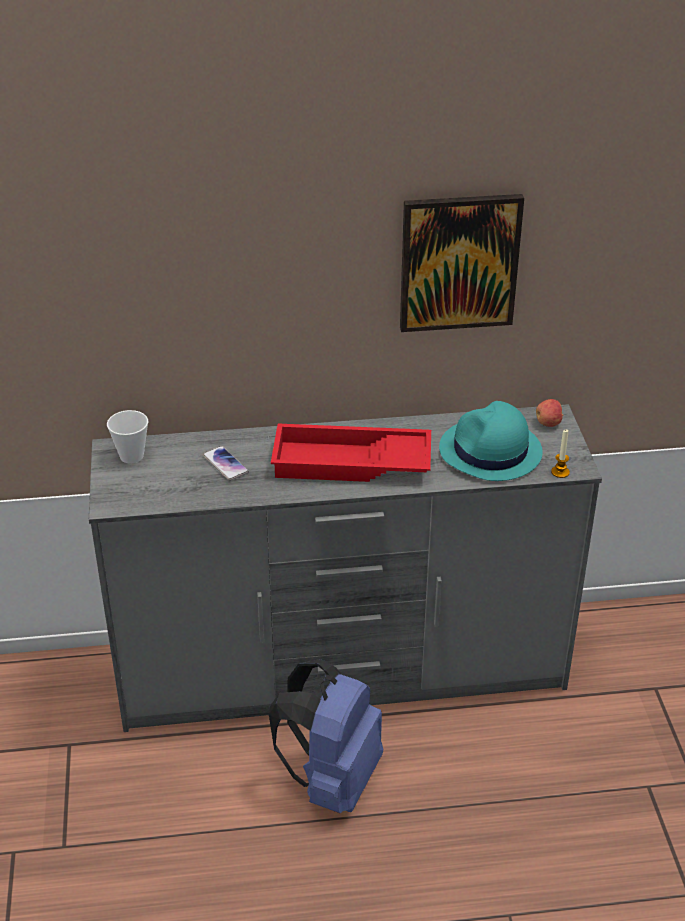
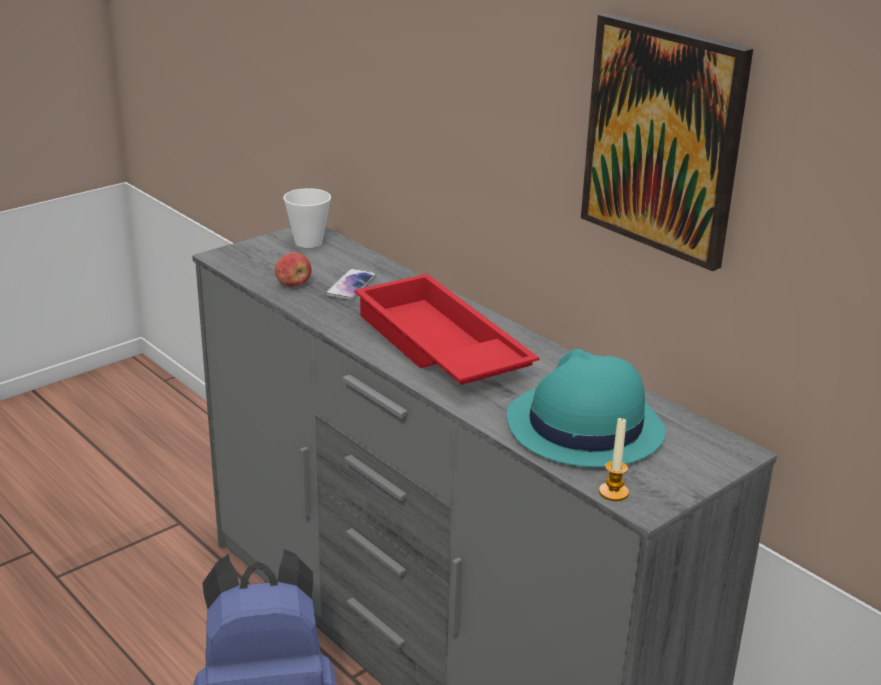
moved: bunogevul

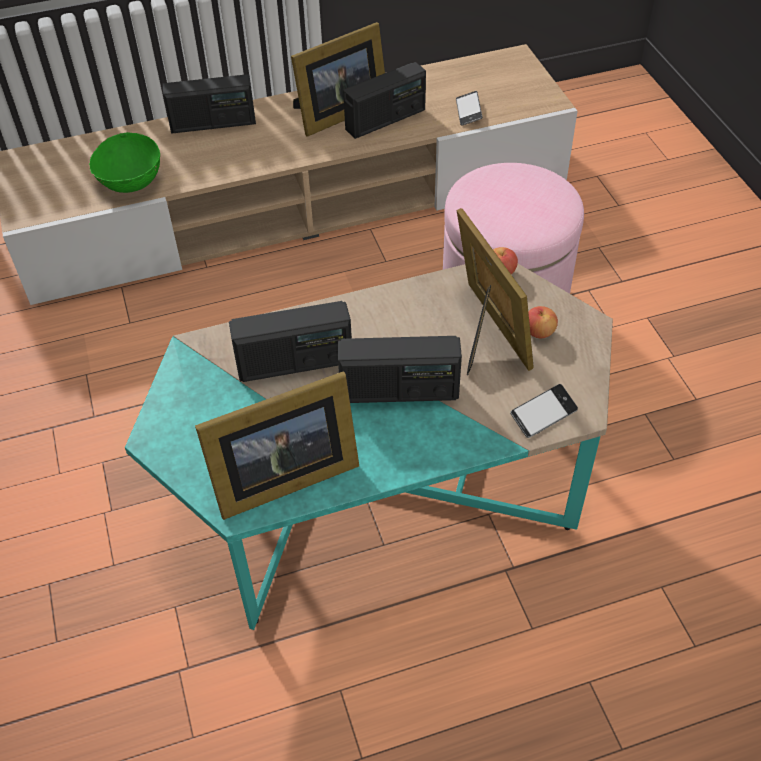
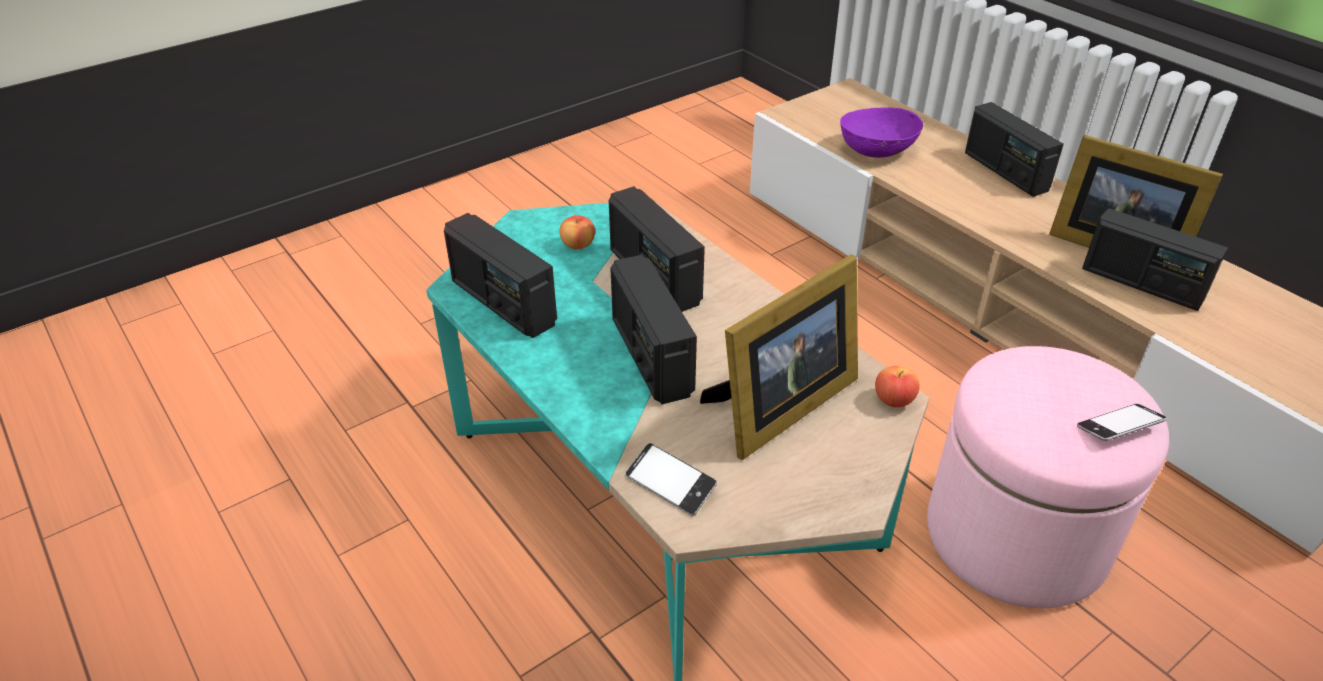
moved: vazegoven (1st from left in the first image) to vazegoven (2nd from left); bunogevul (2nd from left in the first image) to bunogevul (1st from left)
replaced: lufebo (1st from left) to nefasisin (1st from left)
recoloured: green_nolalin to purple_nolalin

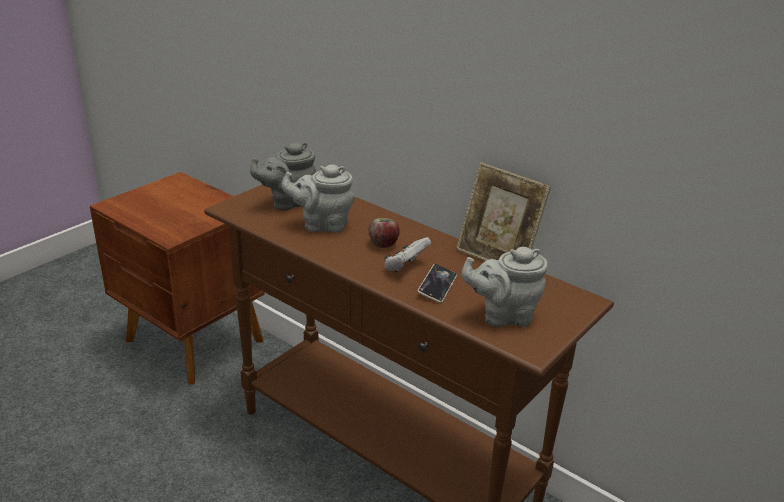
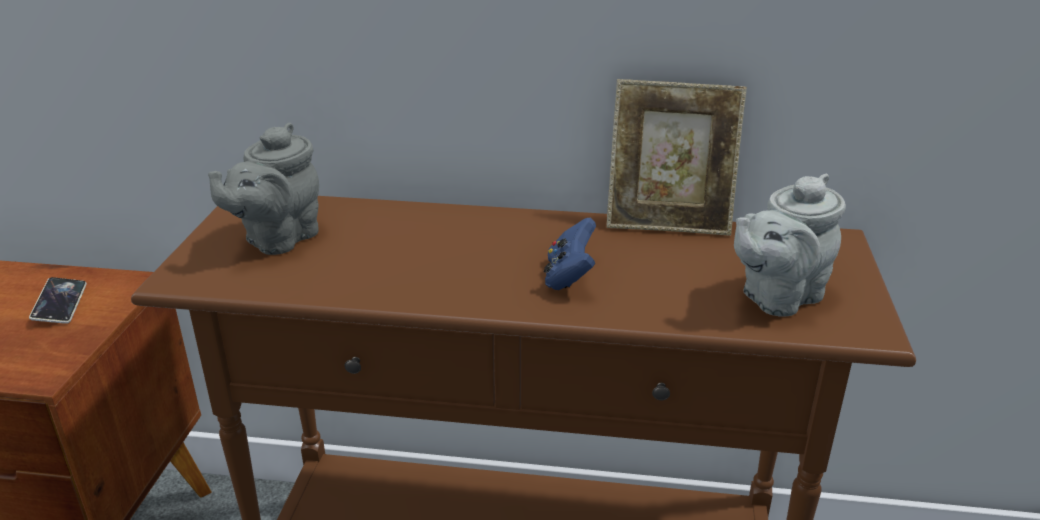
removed: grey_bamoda (2nd from left); bunogevul
moved: vazegoven
recoloured: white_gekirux to blue_gekirux

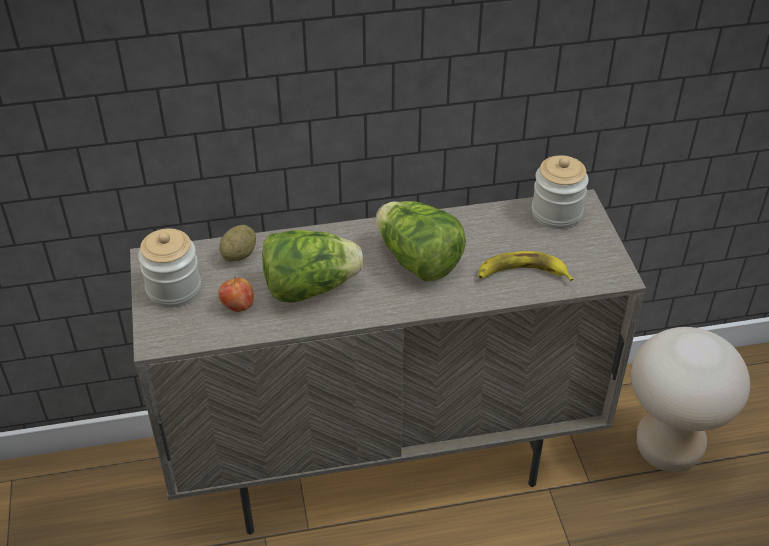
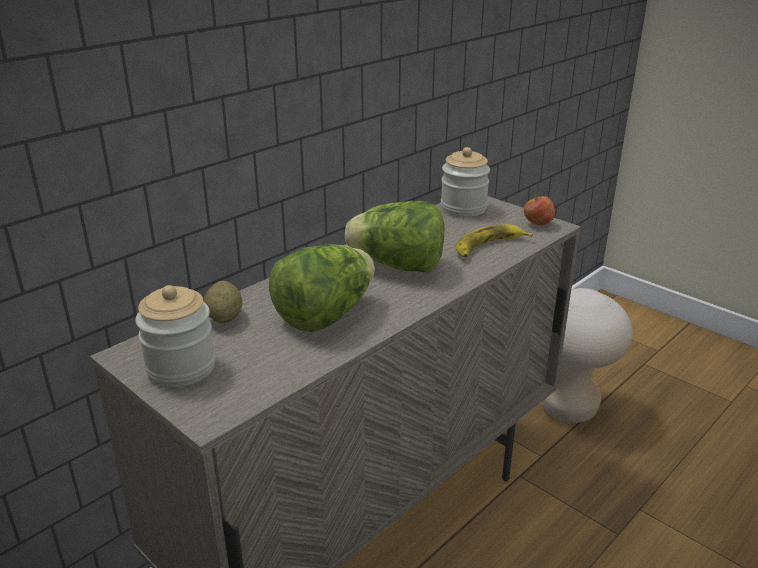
moved: bunogevul

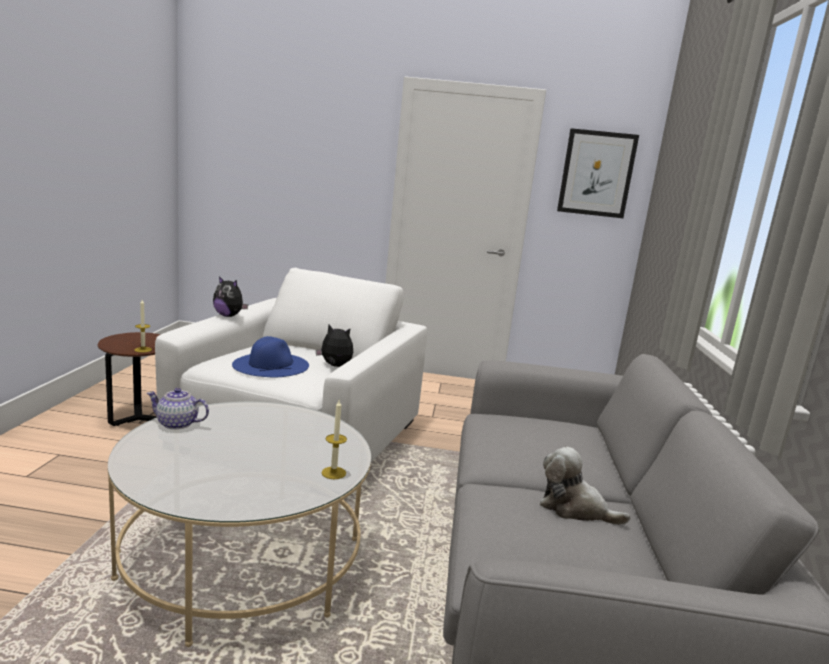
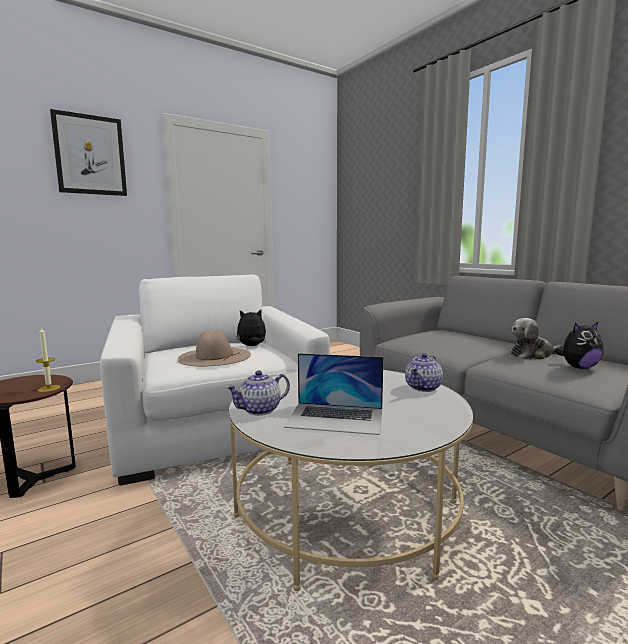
added: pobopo
moved: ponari; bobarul (1st from left in the first image) to bobarul (3rd from left)
replaced: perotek (2nd from left) to bamoda (2nd from left)
recoloured: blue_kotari to beige_kotari

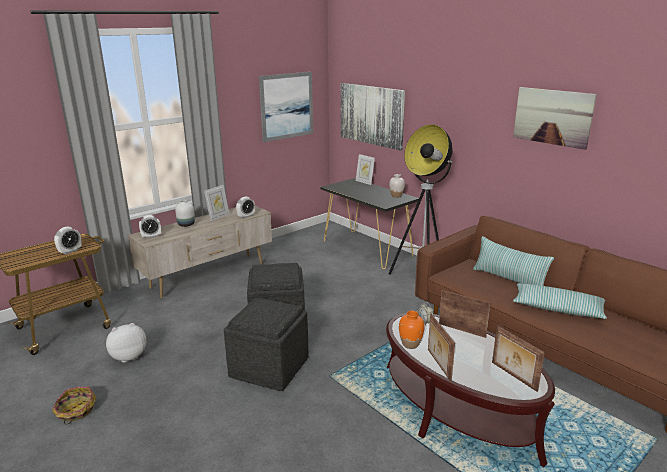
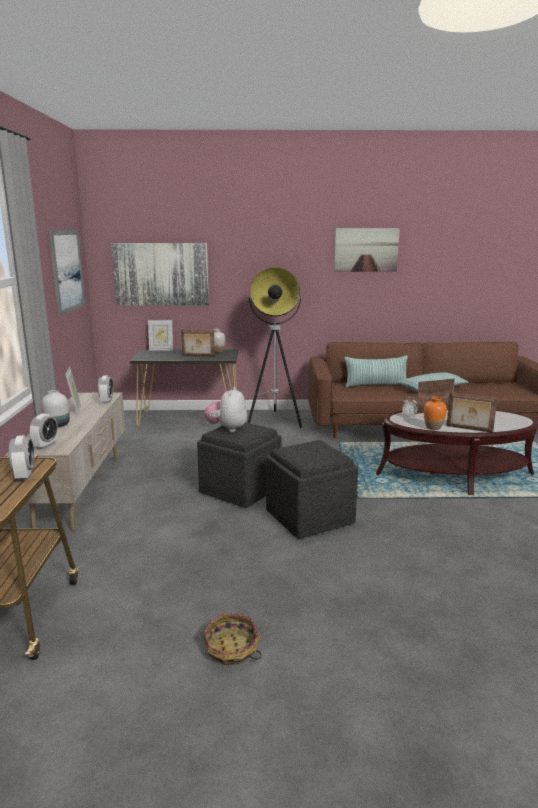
moved: bobarul; lufebo (5th from left in the first image) to lufebo (3rd from left)

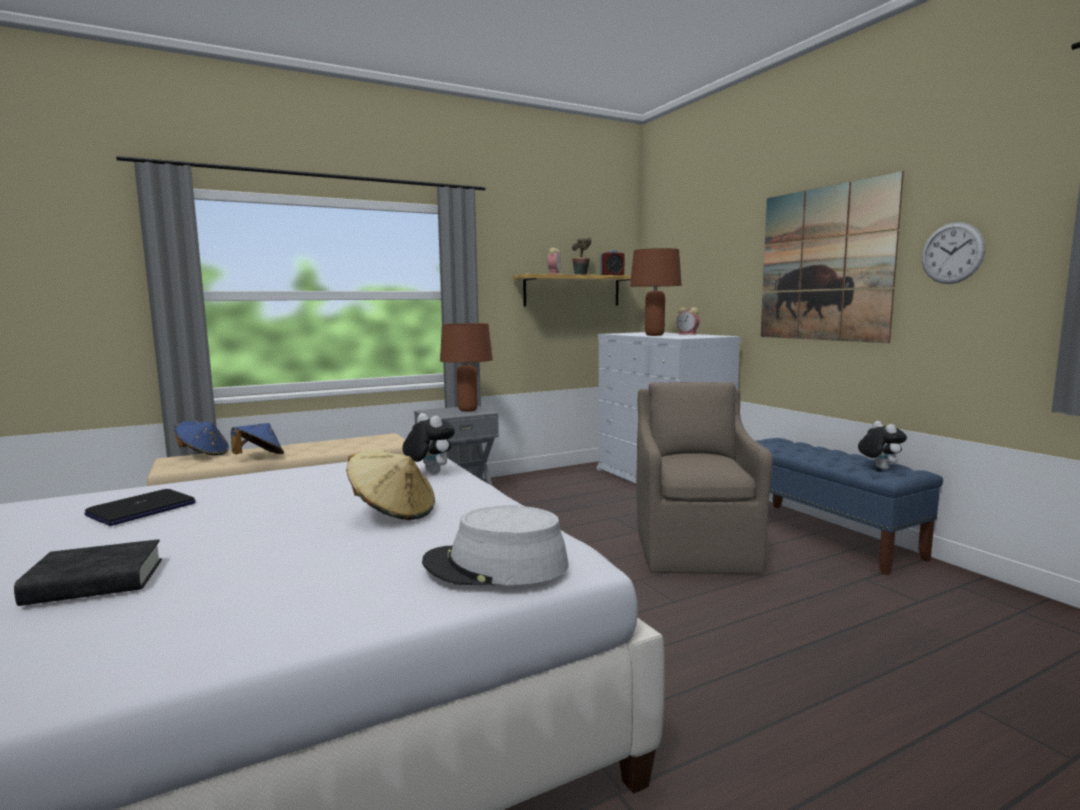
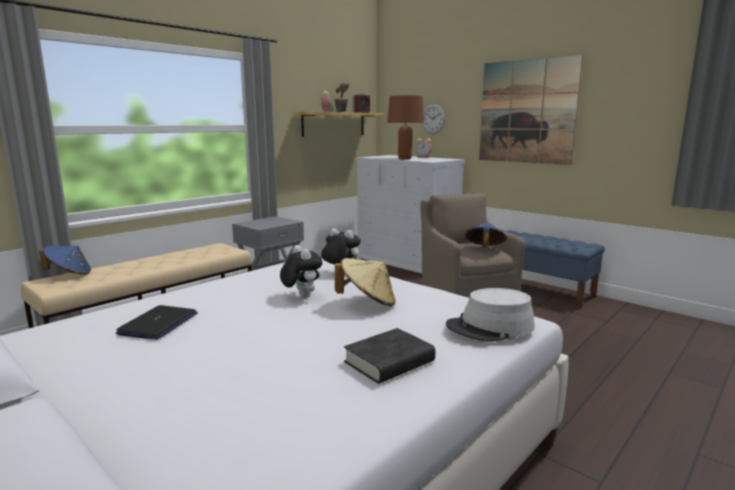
removed: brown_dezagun (1st from left)
moved: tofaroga; bobarul (2nd from left in the first image) to bobarul (1st from left); blue_kotari (2nd from left); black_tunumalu

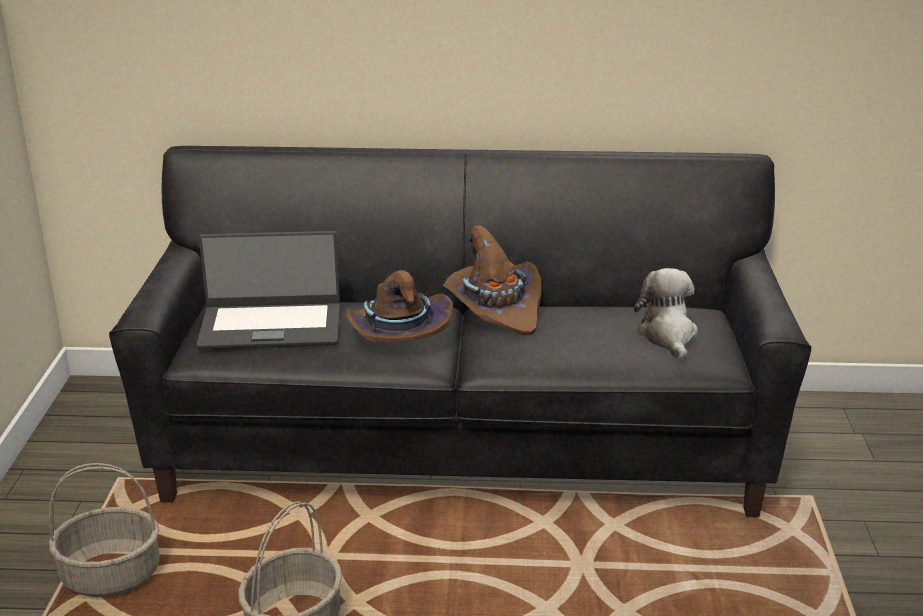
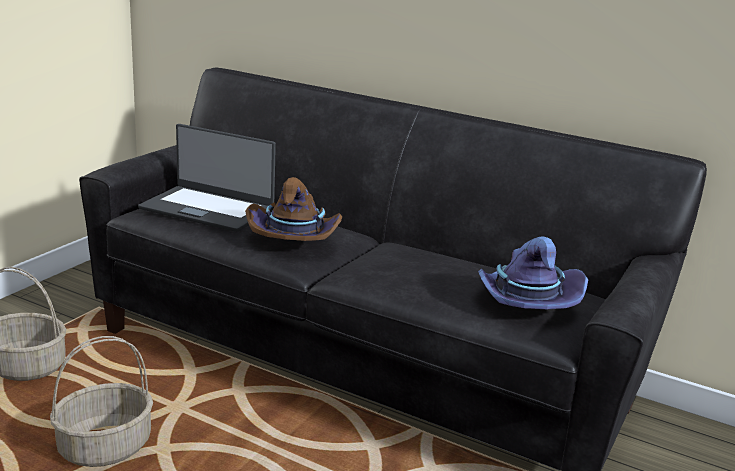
removed: brown_kotari (2nd from left)
replaced: bobarul to purple_kotari

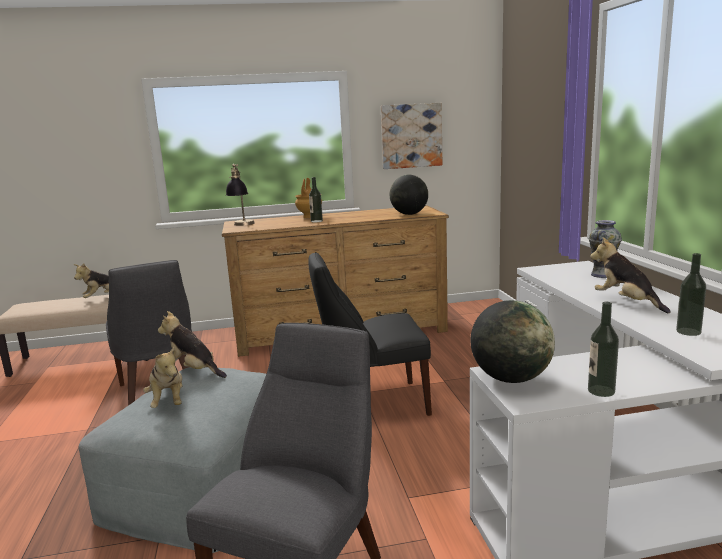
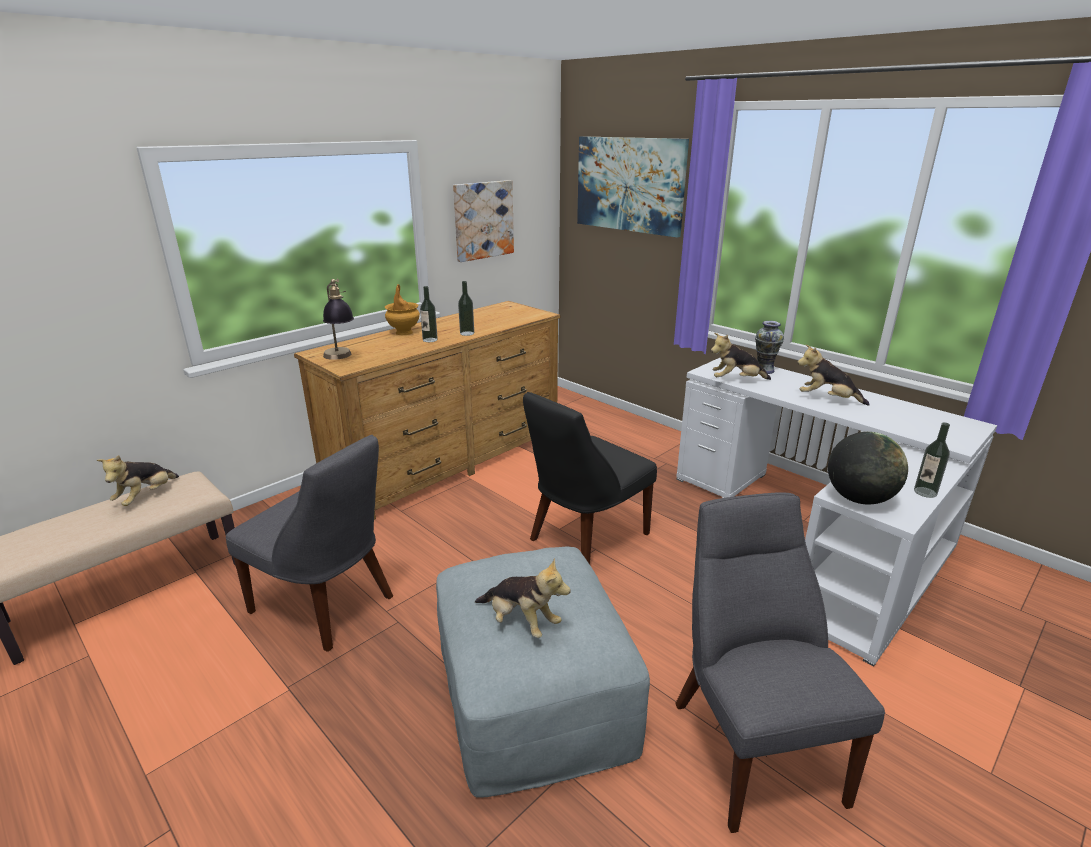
removed: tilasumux (1st from left)
added: ponari (2nd from left)
moved: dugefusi (3rd from left in the first image) to dugefusi (2nd from left); bobarul (3rd from left)

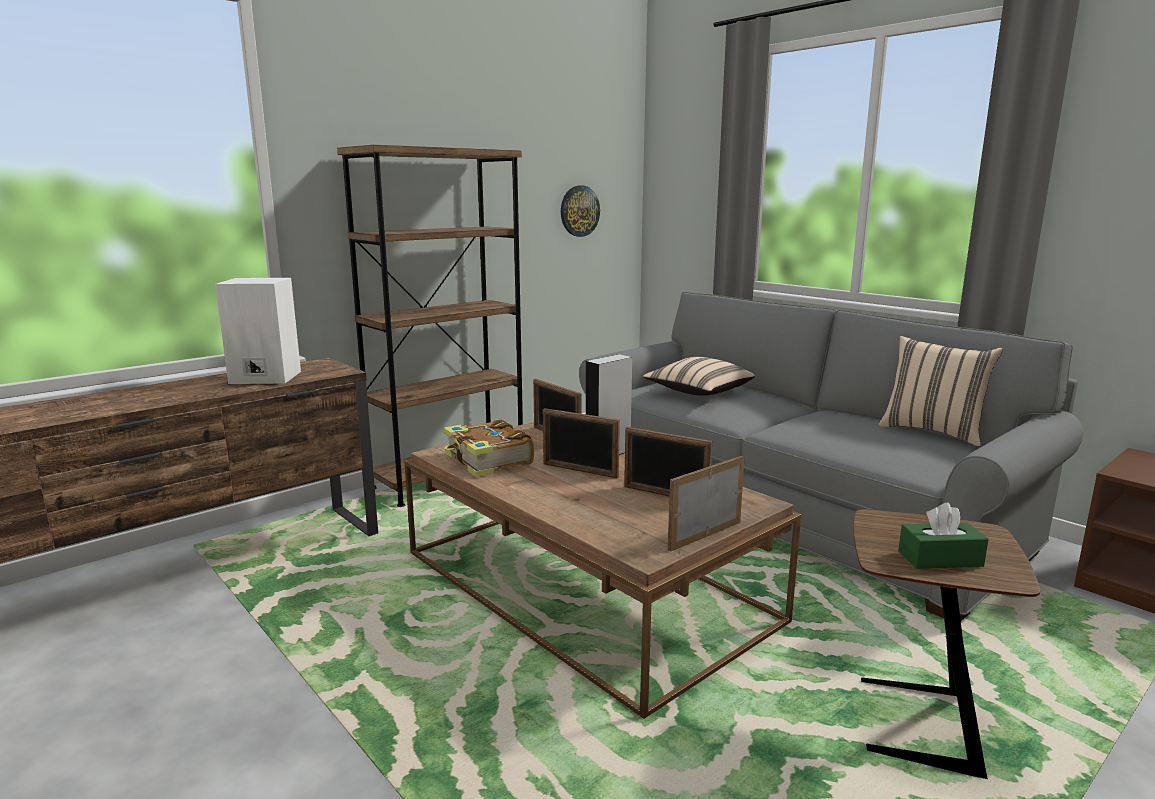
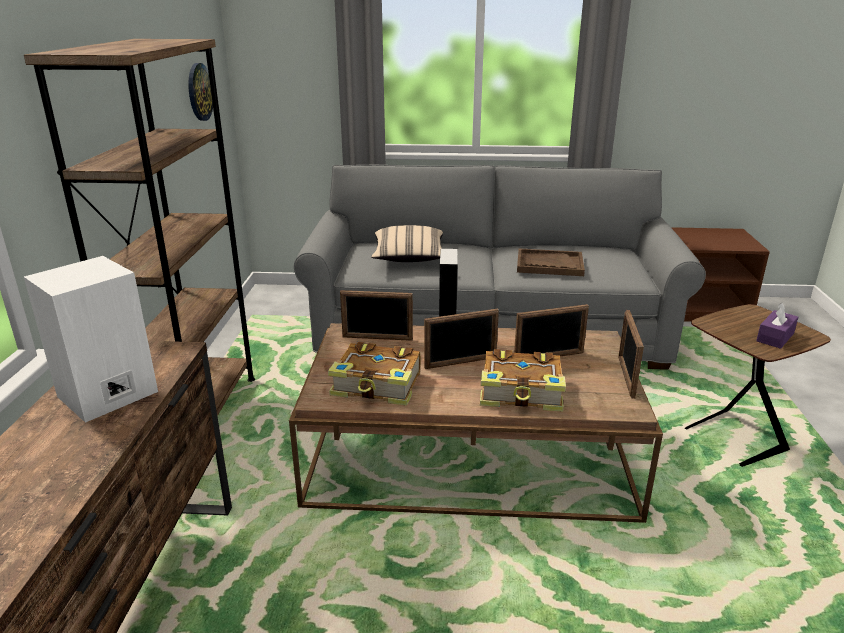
removed: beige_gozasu (2nd from left)
added: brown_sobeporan; tunumalu (2nd from left)
recoloured: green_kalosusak to purple_kalosusak

